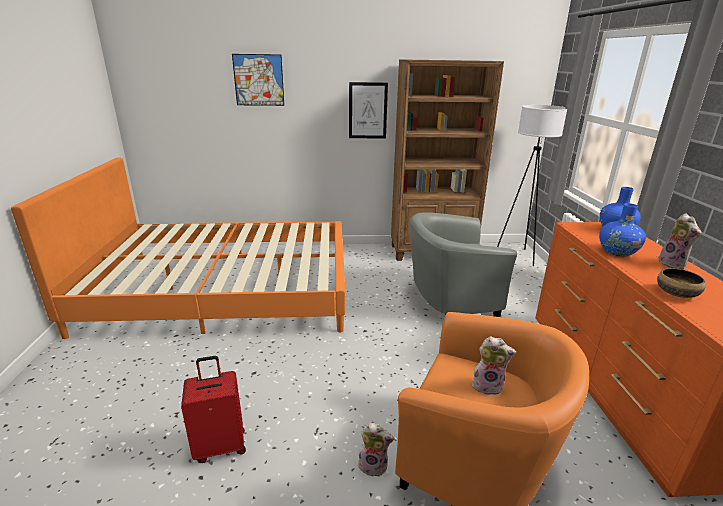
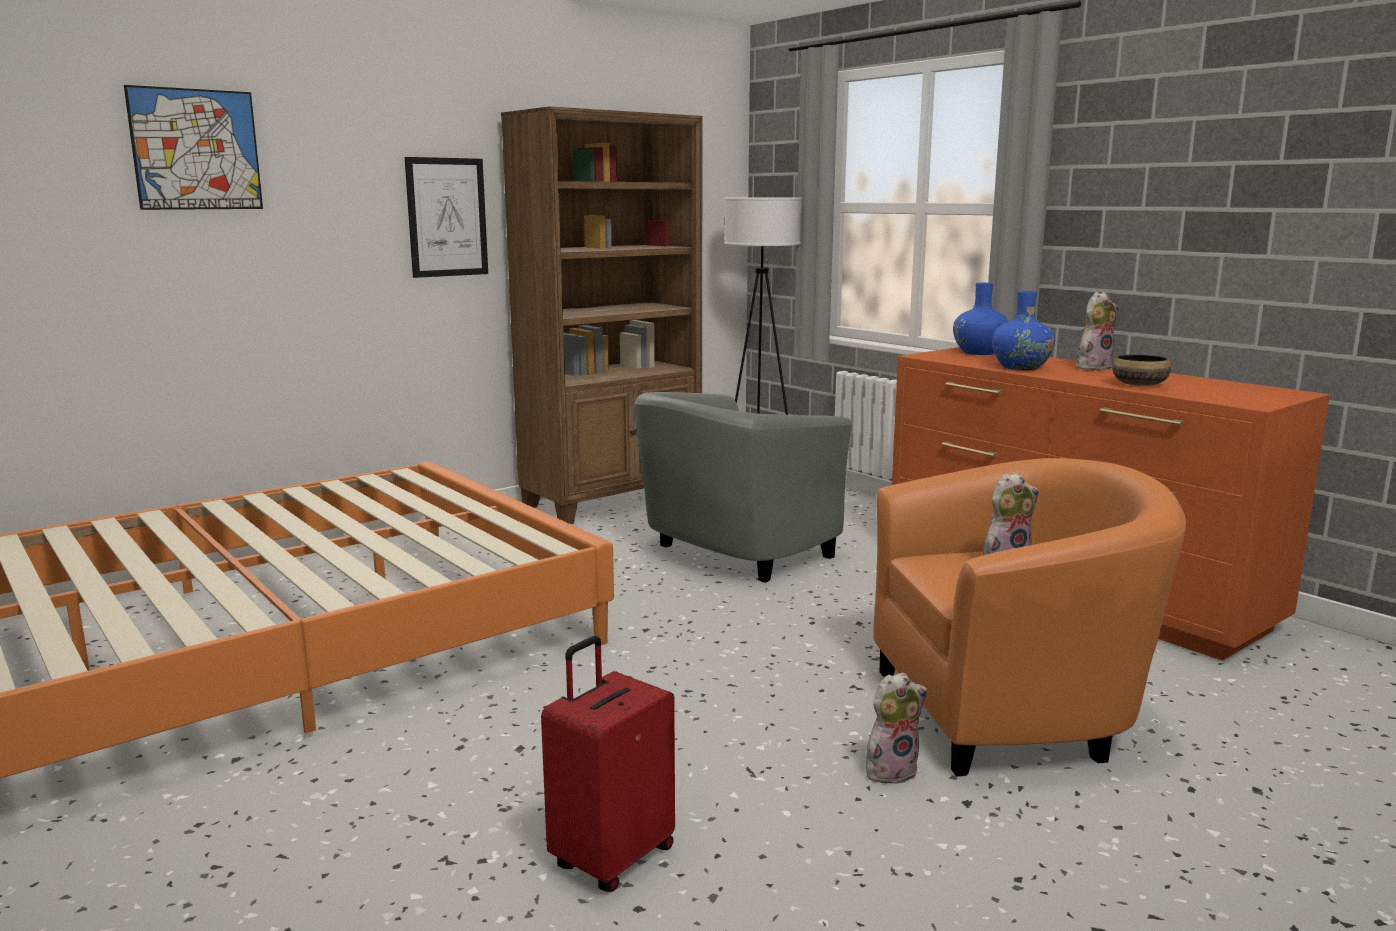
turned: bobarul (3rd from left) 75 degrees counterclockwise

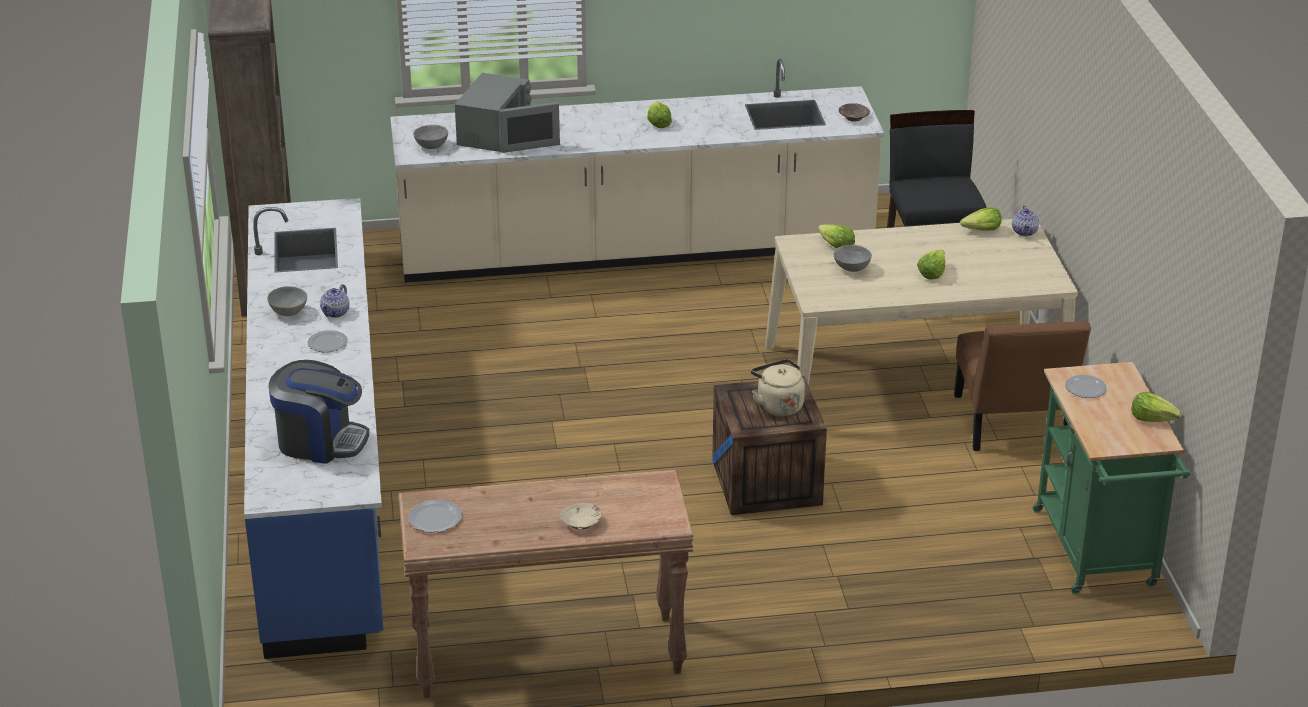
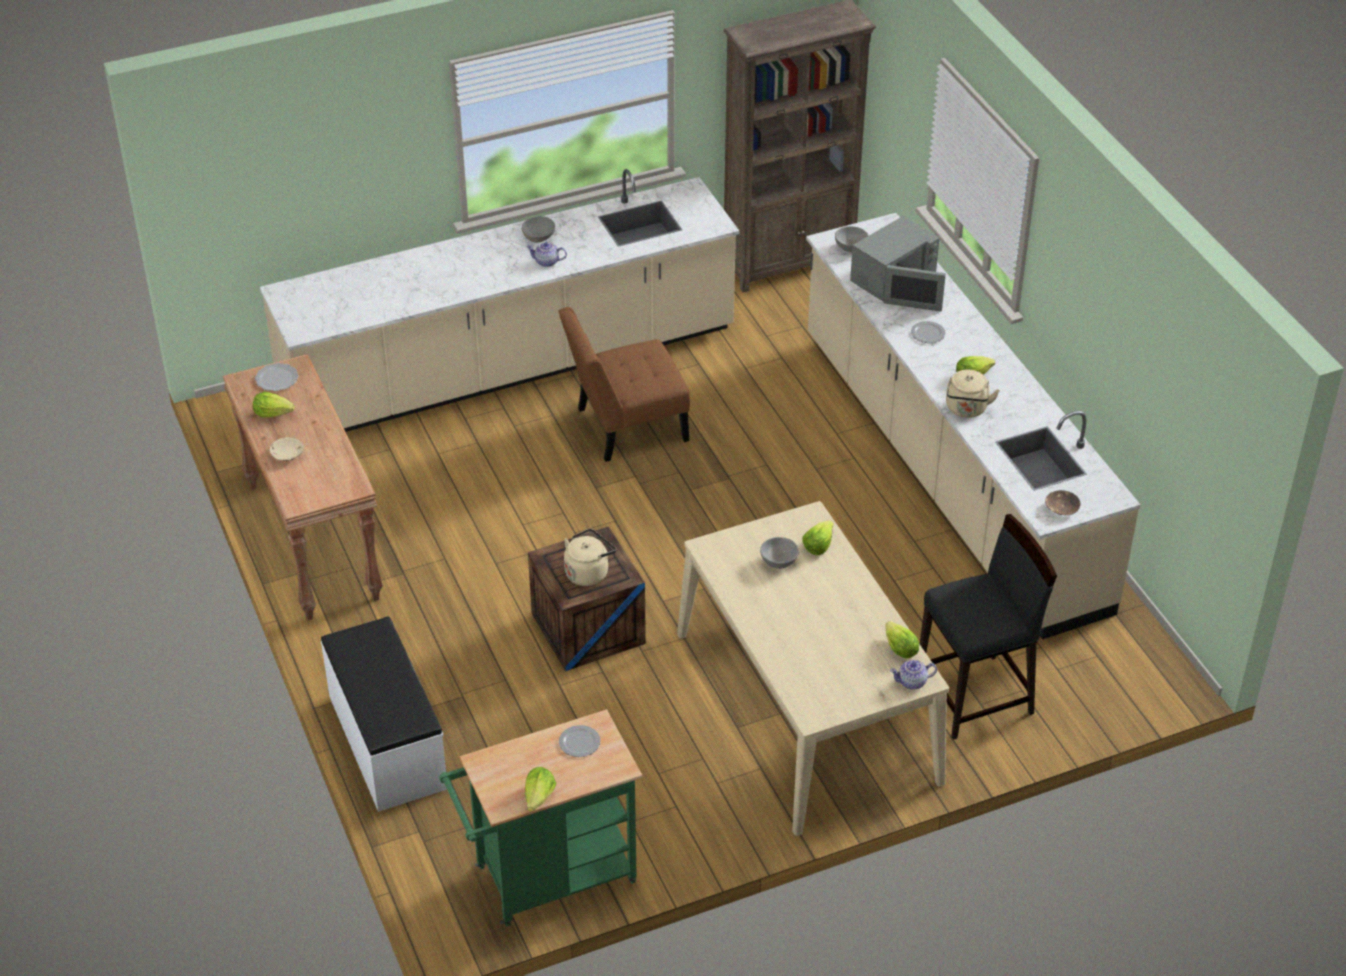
removed: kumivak
added: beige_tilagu (2nd from left); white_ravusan
moved: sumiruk (3rd from left in the first image) to sumiruk (1st from left); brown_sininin; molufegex (1st from left in the first image) to molufegex (3rd from left)
recoloured: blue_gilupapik to beige_gilupapik (1st from left)
turned: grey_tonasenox 45 degrees counterclockwise

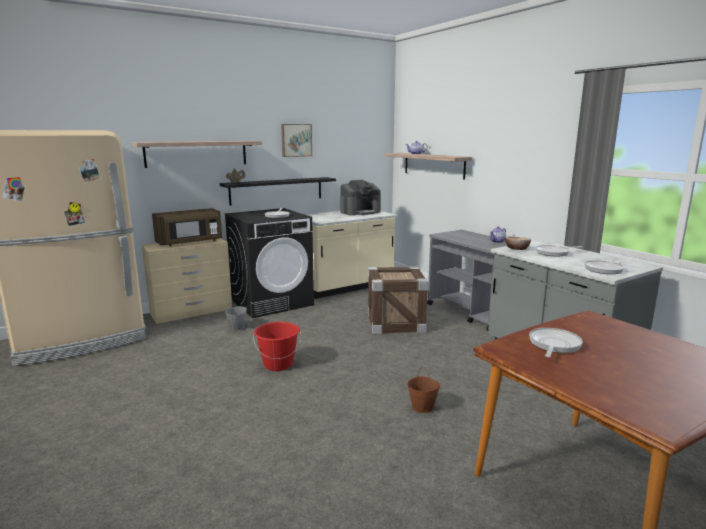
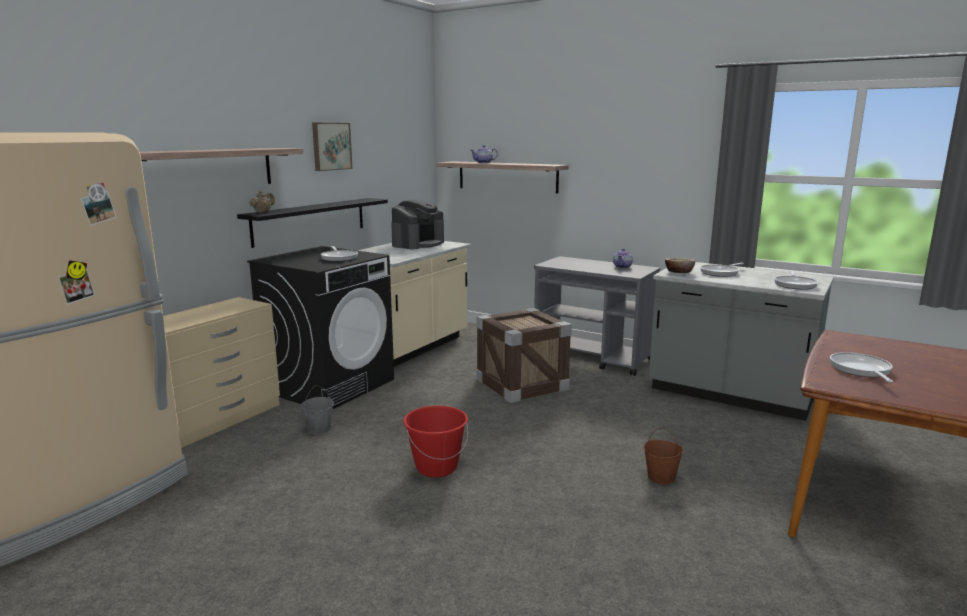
removed: brown_tonasenox

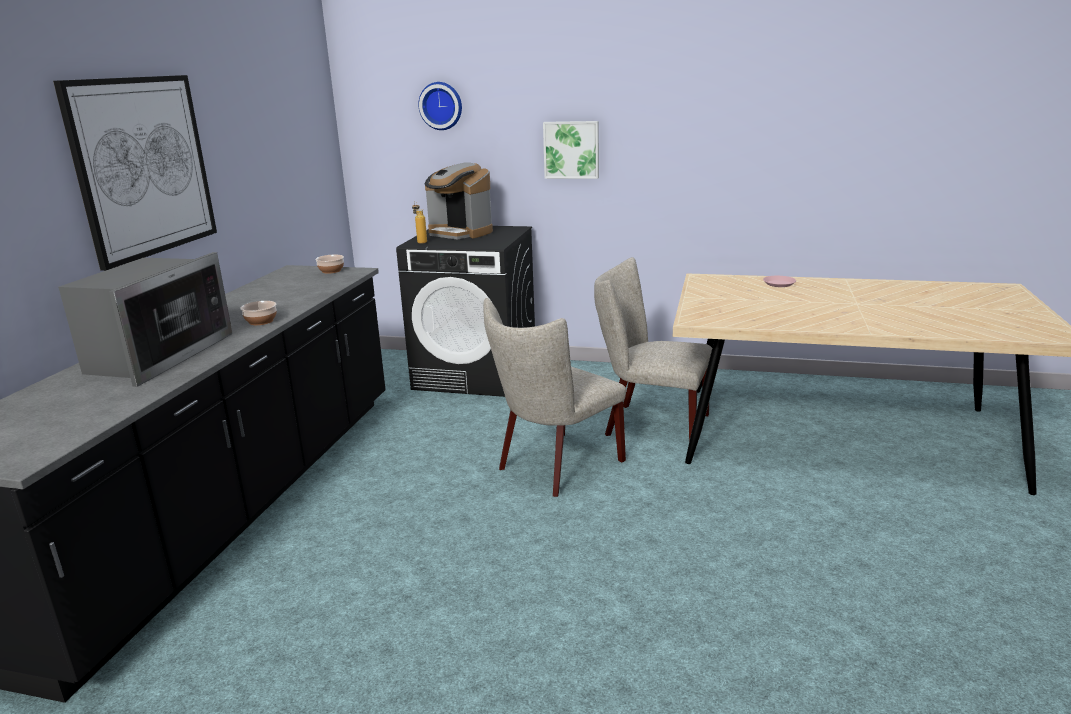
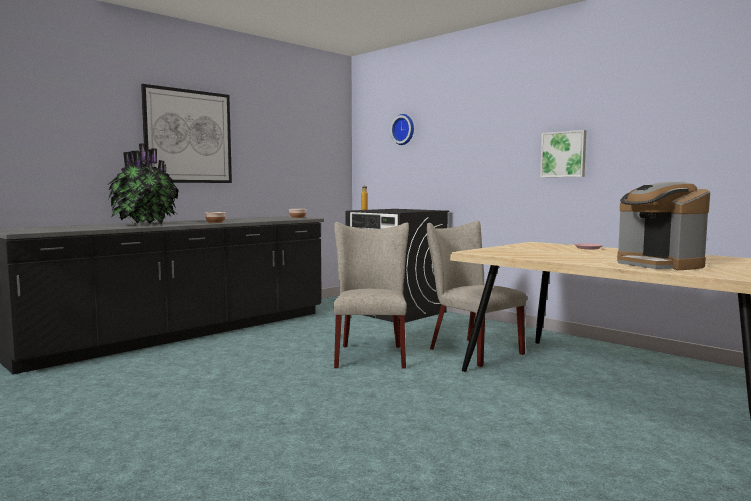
moved: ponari (2nd from left); kumivak
replaced: tonasenox to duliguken
turned: beige_sininin (1st from left) 105 degrees clockwise

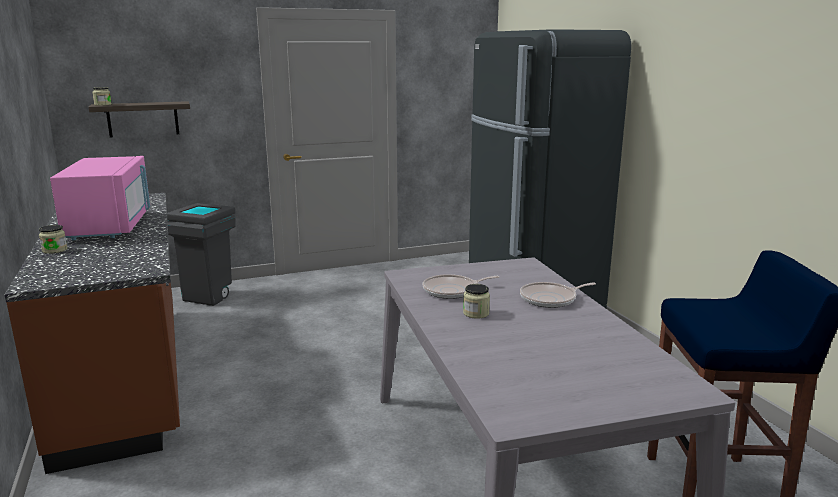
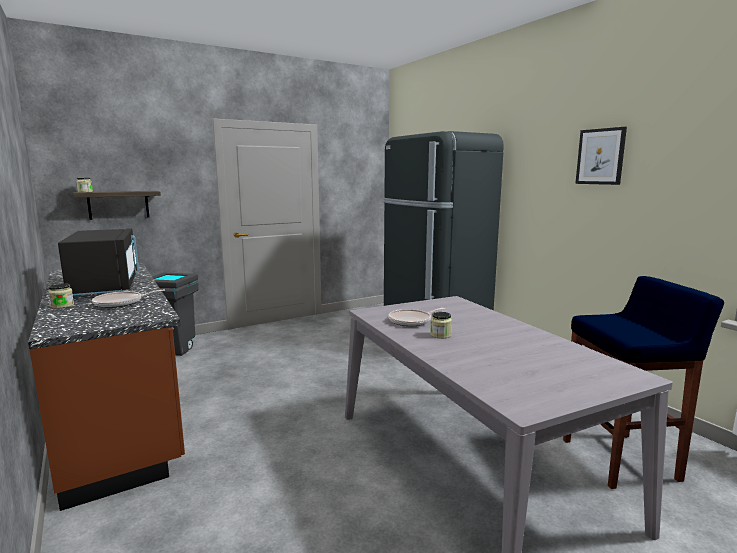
added: ponari
moved: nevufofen (2nd from left in the first image) to nevufofen (1st from left)
recoloured: pink_tonasenox to black_tonasenox

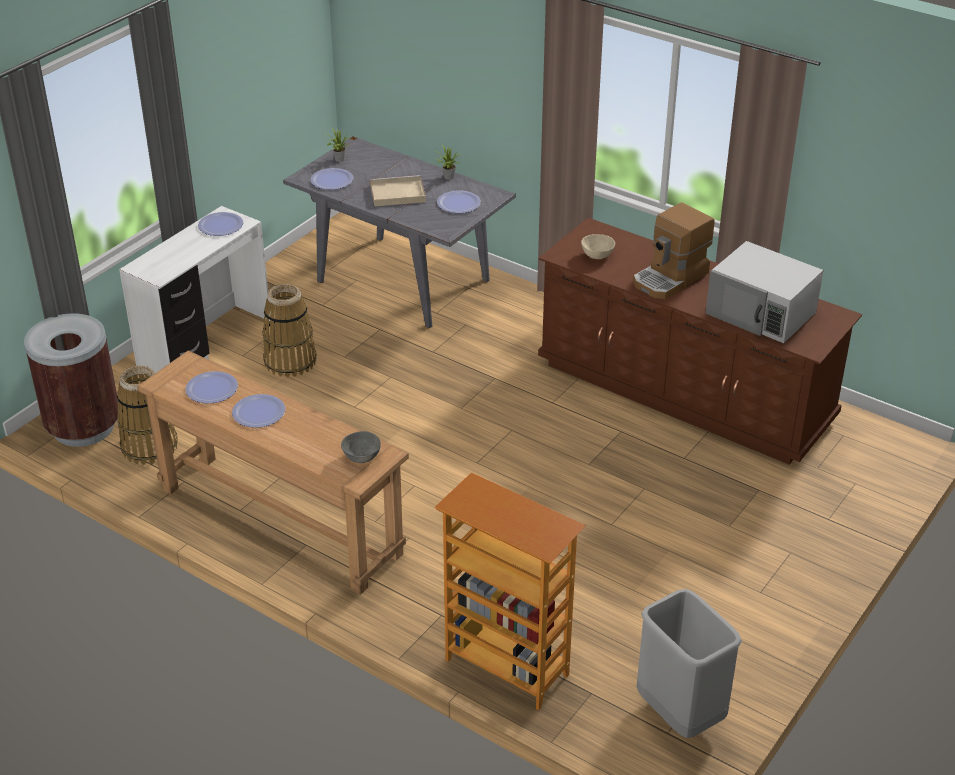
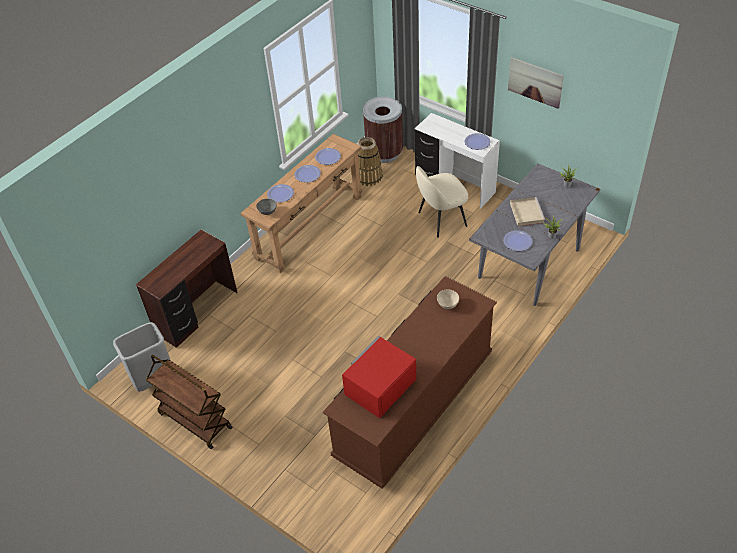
removed: kumivak
added: ponari; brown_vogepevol
moved: molufegex (4th from left in the first image) to molufegex (1st from left)
replaced: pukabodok (2nd from left) to beige_sininin; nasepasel to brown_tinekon
recoloured: white_tonasenox to red_tonasenox

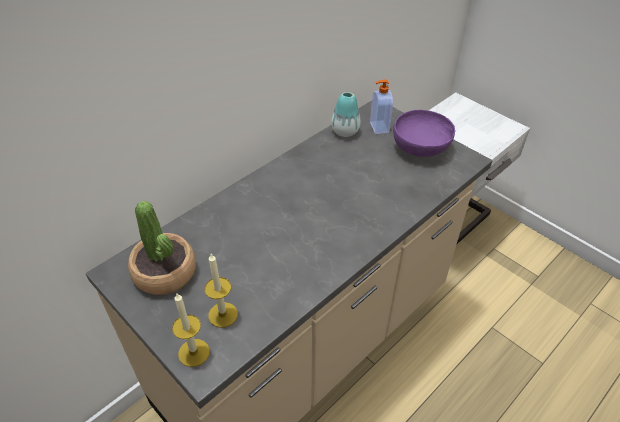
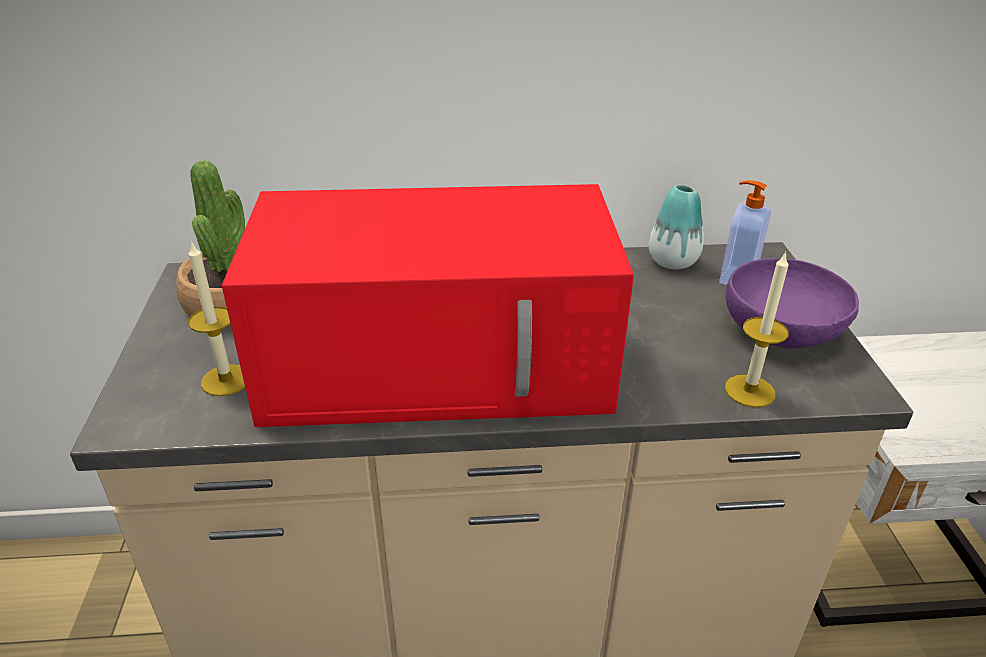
added: red_tonasenox
moved: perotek (1st from left in the first image) to perotek (2nd from left)

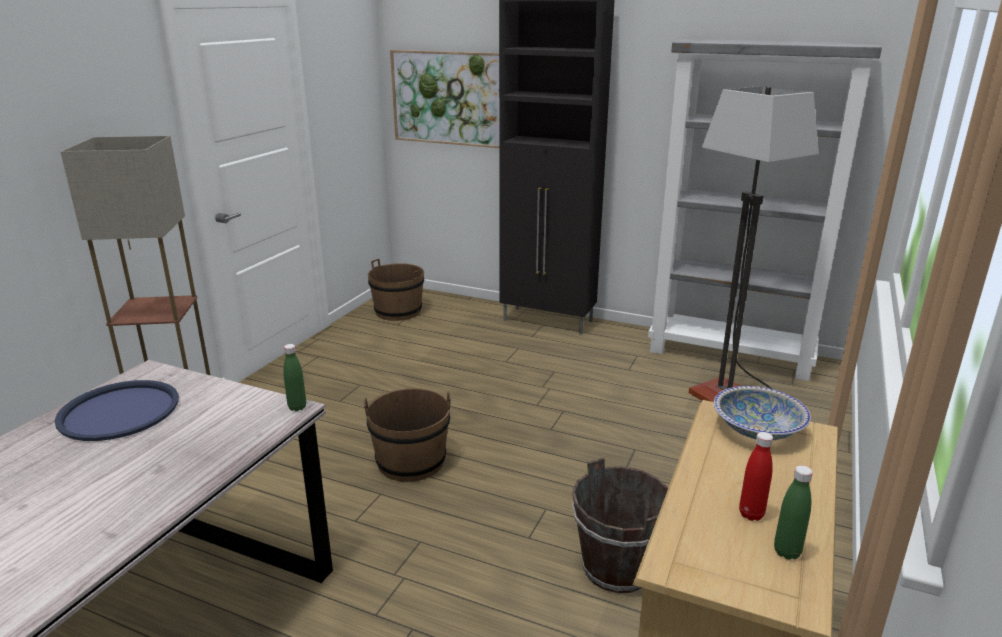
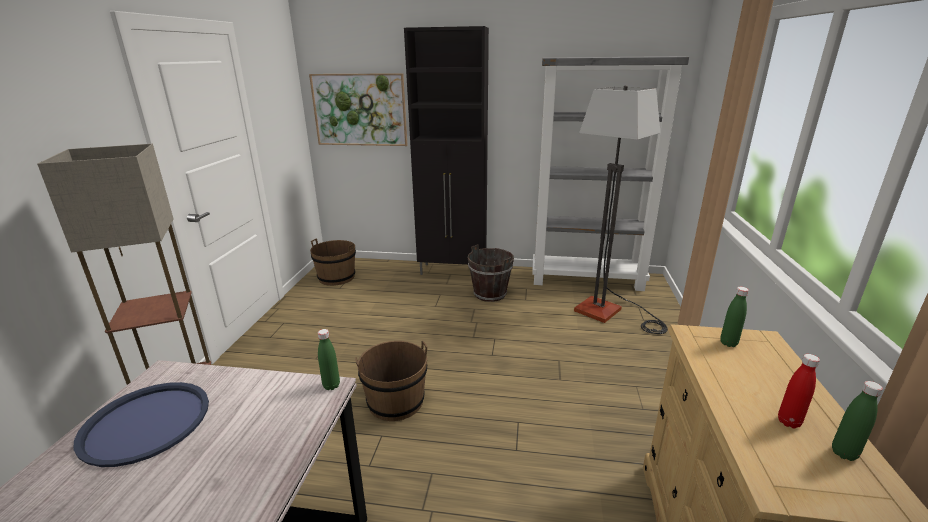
moved: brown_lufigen (3rd from left)
replaced: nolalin to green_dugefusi (2nd from left)

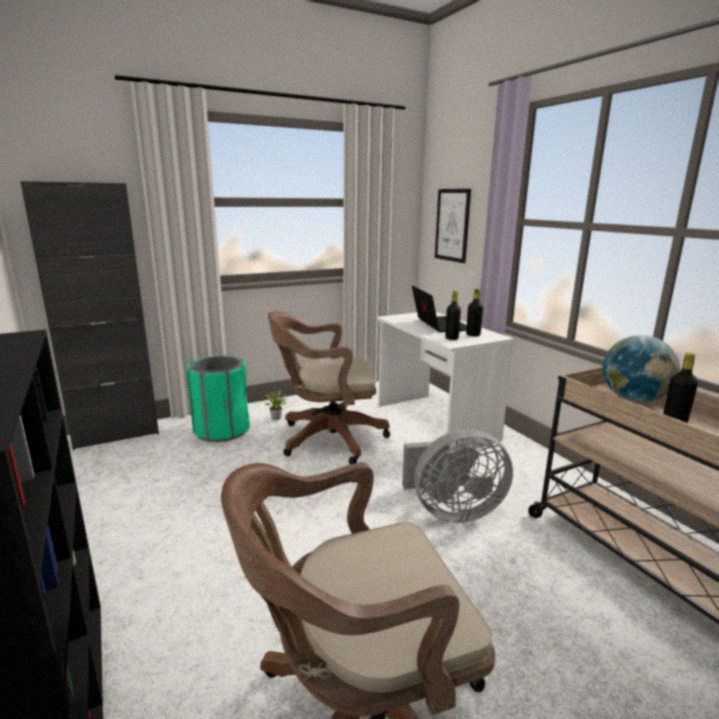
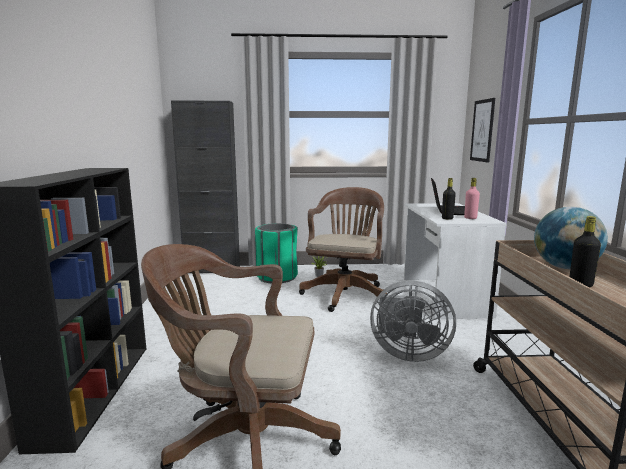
recoloured: black_dugefusi (2nd from left) to pink_dugefusi
turned: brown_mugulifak (1st from left in the first image) 90 degrees clockwise

